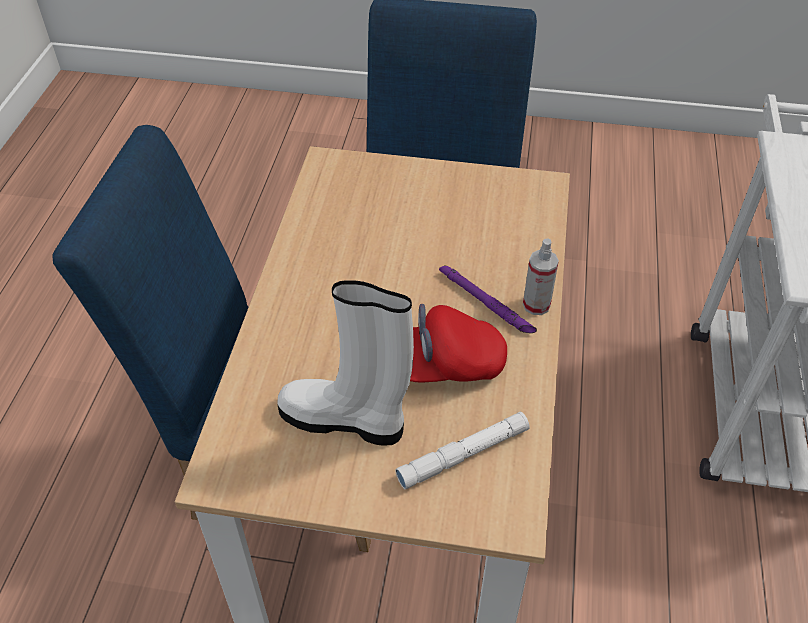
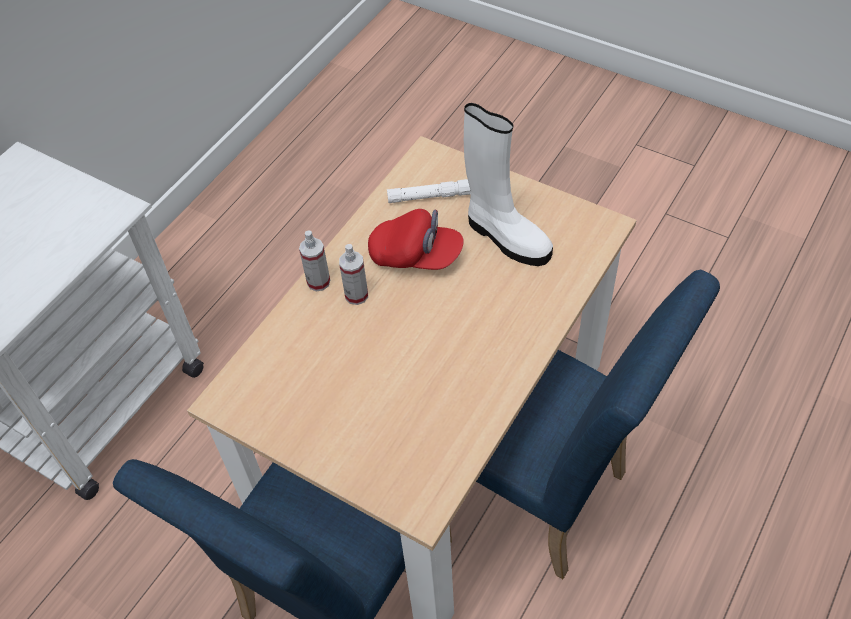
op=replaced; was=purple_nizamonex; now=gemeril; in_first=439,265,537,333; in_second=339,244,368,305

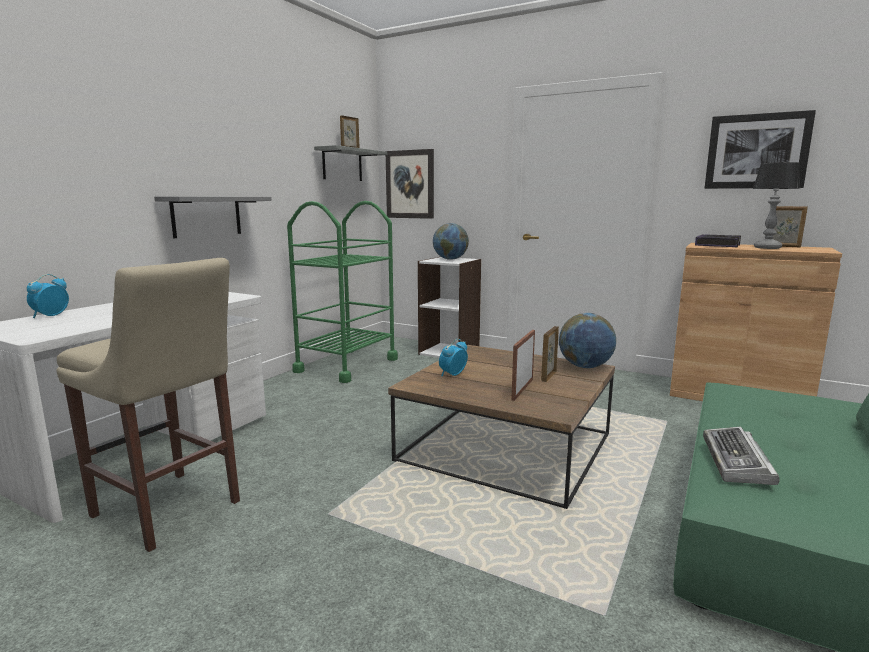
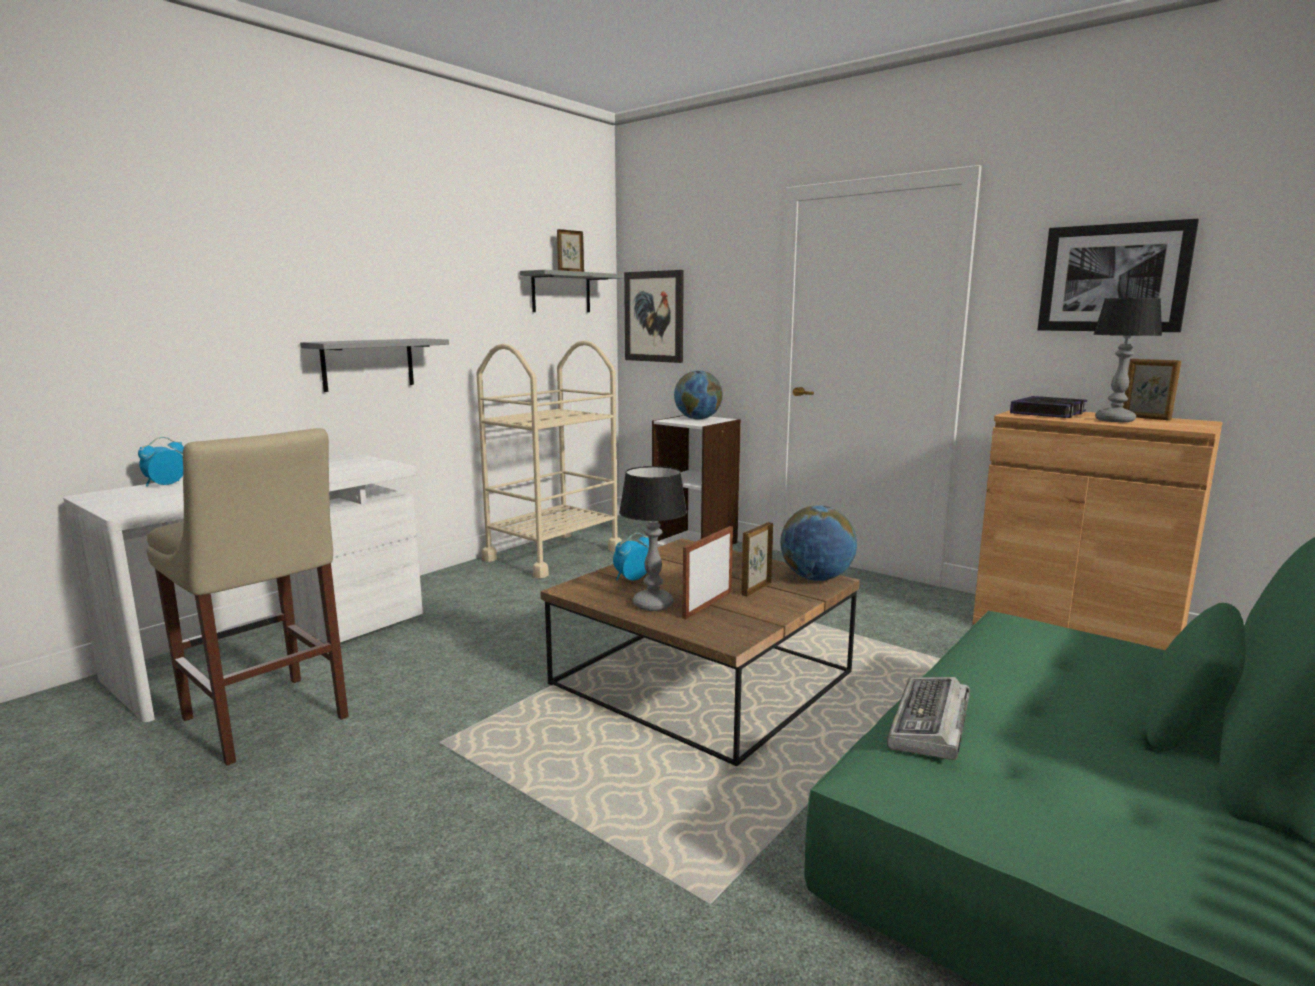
op=recoloured; was=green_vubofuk; now=beige_vubofuk; in_first=287,201,398,383; in_second=476,340,622,578
op=added; now=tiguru; in_second=619,466,687,611

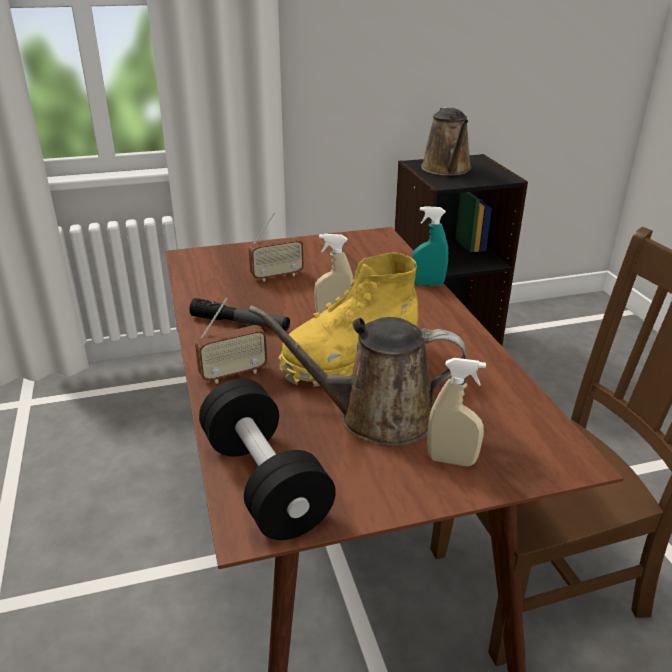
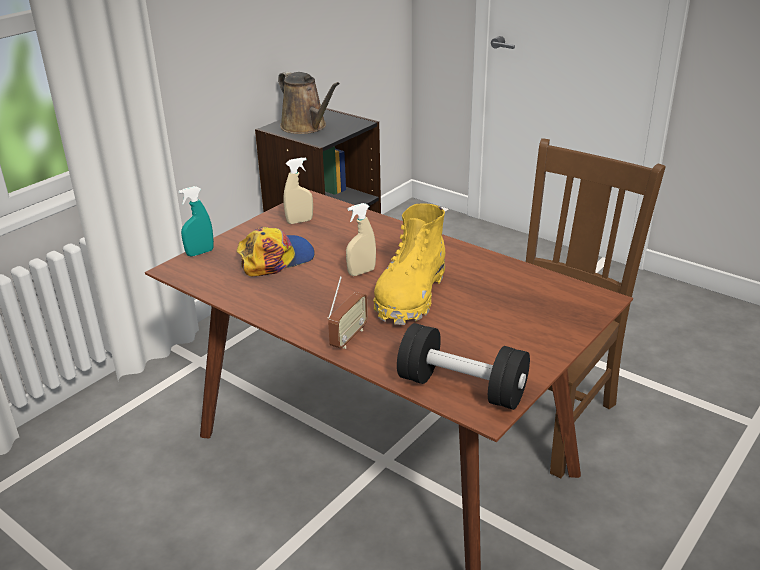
op=moved; was=turquoise_gemeril; in_first=412,206,448,286; in_second=178,186,214,256
op=replaced; was=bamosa; now=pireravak; in_first=249,213,304,282; in_second=237,227,315,276
op=moved; was=beige_gemeril; in_first=427,358,486,466; in_second=283,157,313,224
op=removed; was=nizamonex; in_first=189,298,290,331
op=removed; was=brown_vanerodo; in_first=248,305,466,447

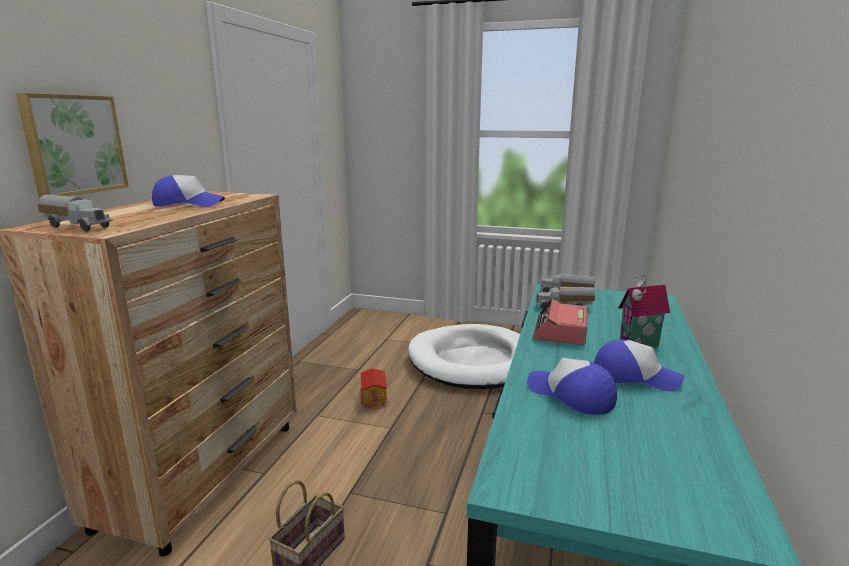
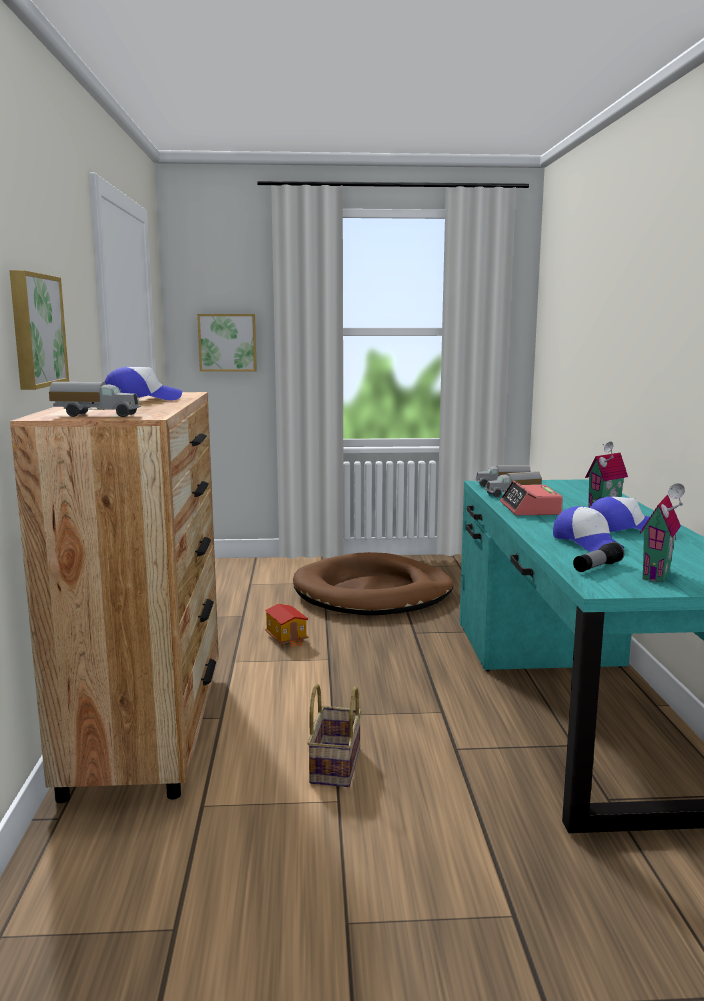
op=added; now=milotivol; in_second=197,314,257,372
op=recoloured; was=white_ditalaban; now=brown_ditalaban; in_first=408,324,520,389; in_second=293,552,454,615
op=turned; was=pireravak; in_first=527,358,617,415; in_second=553,506,624,552; clockwise=-135
op=added; now=nizamonex; in_second=573,542,624,572
op=added; now=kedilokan; in_second=639,483,685,582

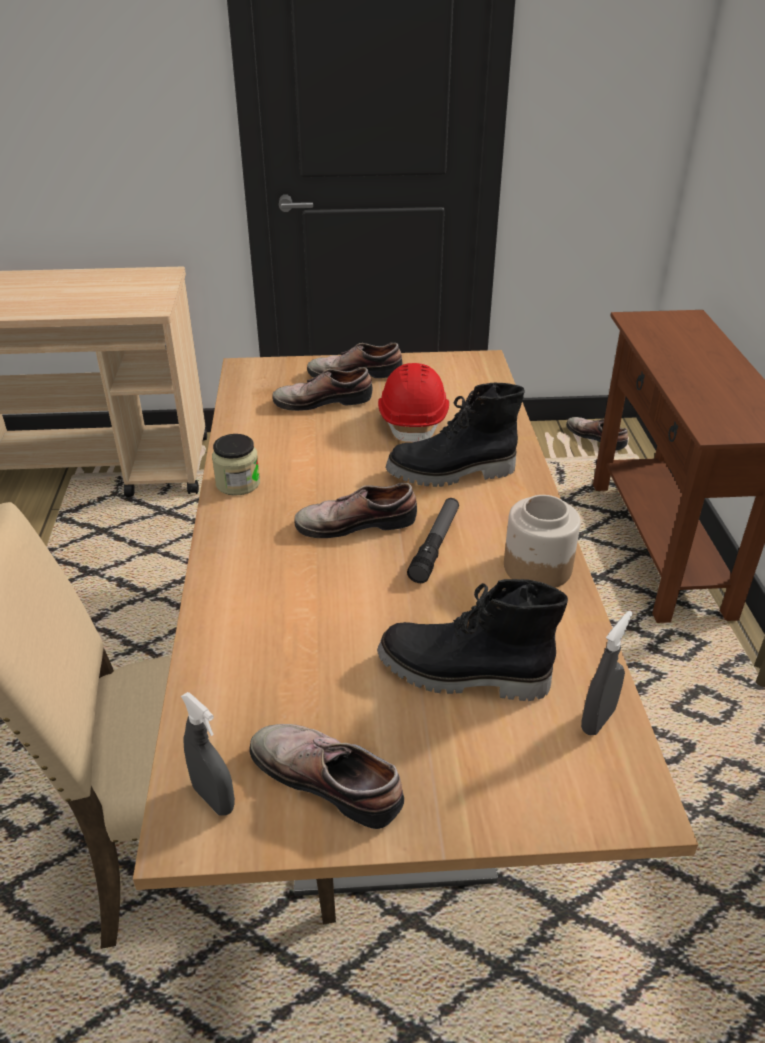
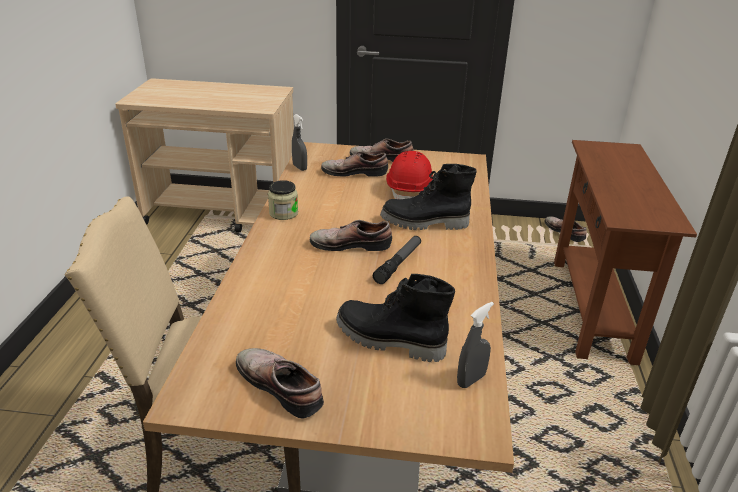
op=moved; was=grey_gemeril; in_first=181,692,235,816; in_second=292,114,307,171
op=removed; was=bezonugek; in_first=504,495,581,588

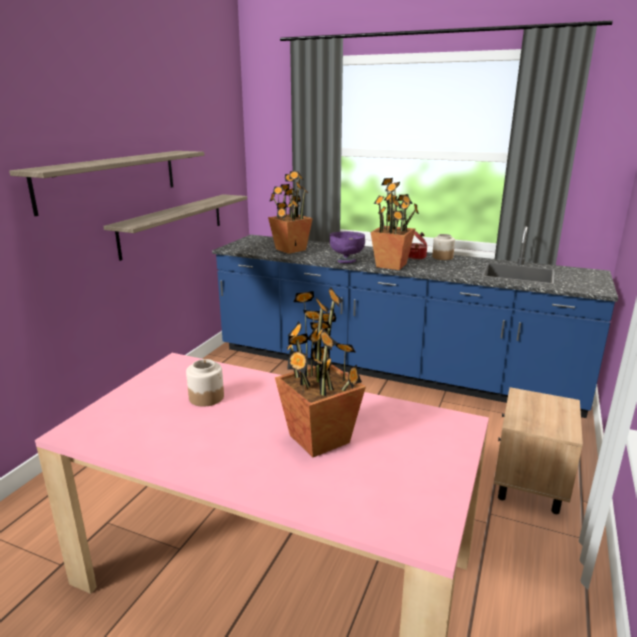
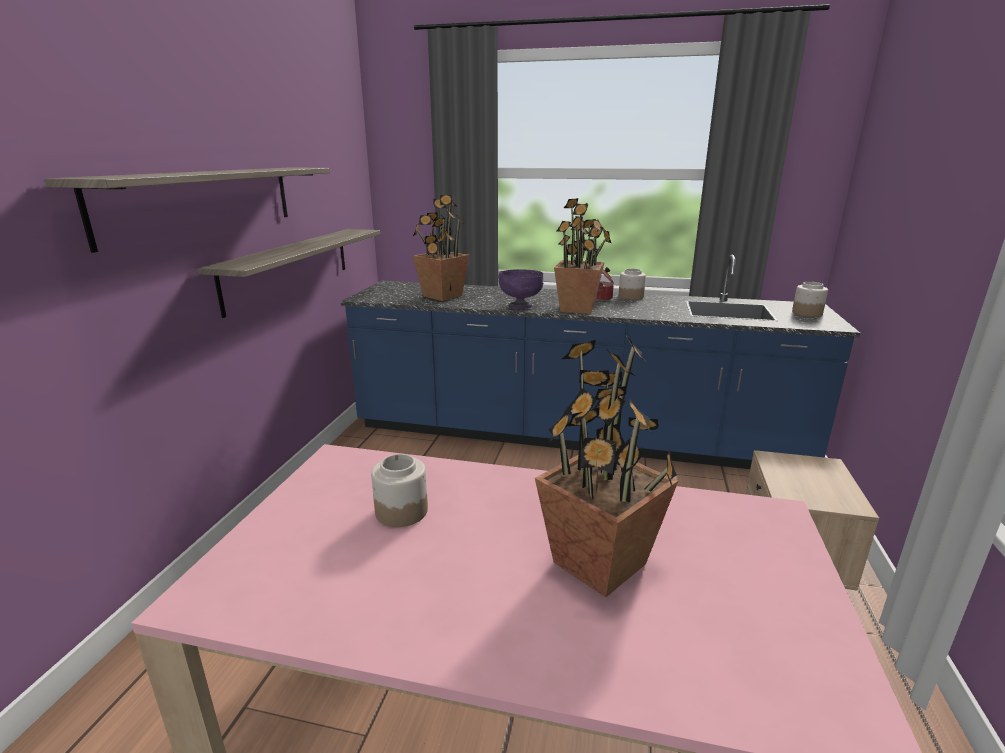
op=added; now=bezonugek; in_second=792,282,828,317

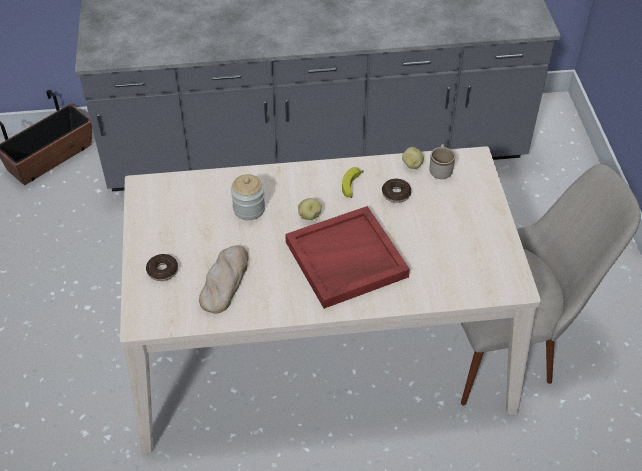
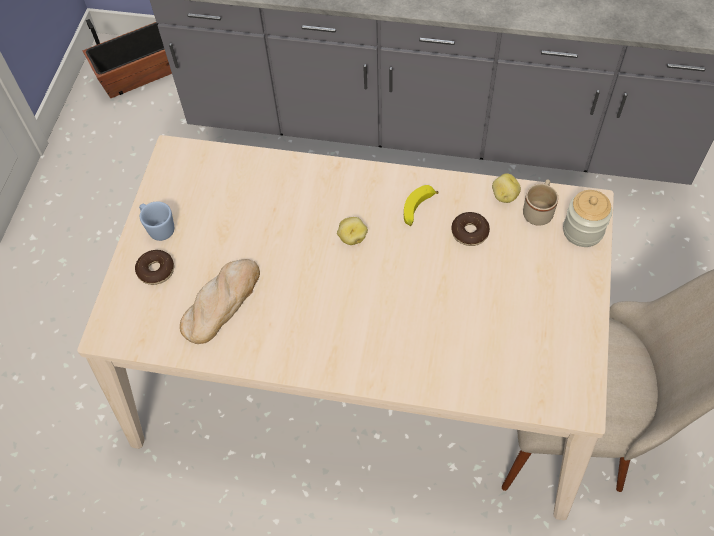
op=added; now=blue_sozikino; in_second=139,201,174,241
op=moved; was=bezonugek; in_first=231,174,265,220; in_second=563,190,612,247
op=removed; was=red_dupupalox; in_first=285,206,410,309

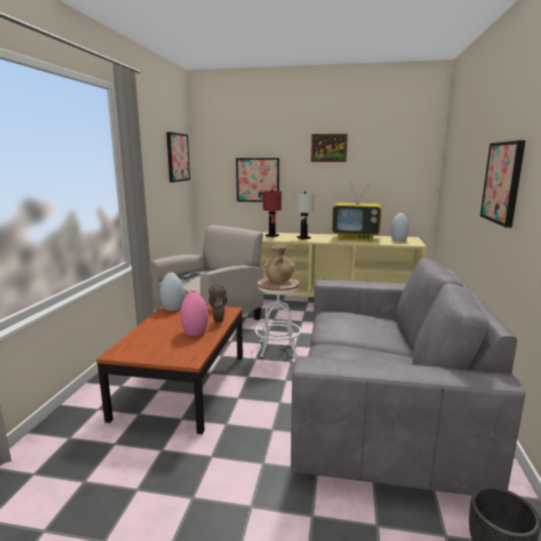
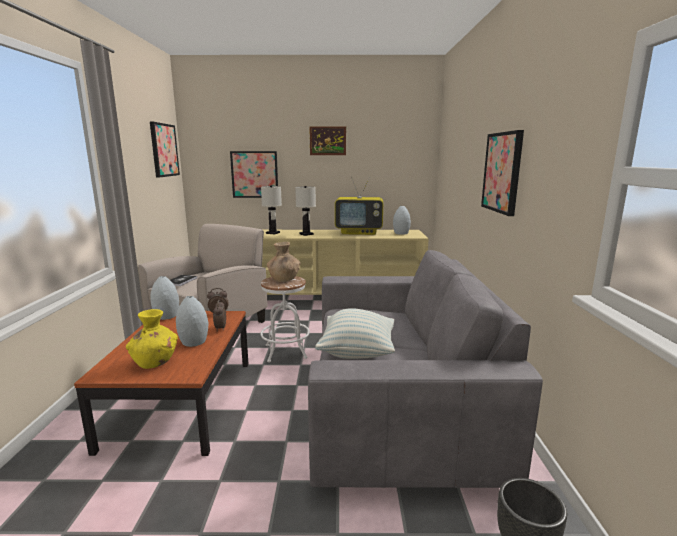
op=added; now=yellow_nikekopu; in_second=126,309,178,369
op=recoloured; was=pink_nikekopu; now=grey_nikekopu; in_first=180,291,208,336; in_second=176,296,208,347
op=recoloured; was=red_tiguru; now=white_tiguru; in_first=263,191,282,237; in_second=261,186,282,235
op=added; now=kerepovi; in_second=315,308,395,359

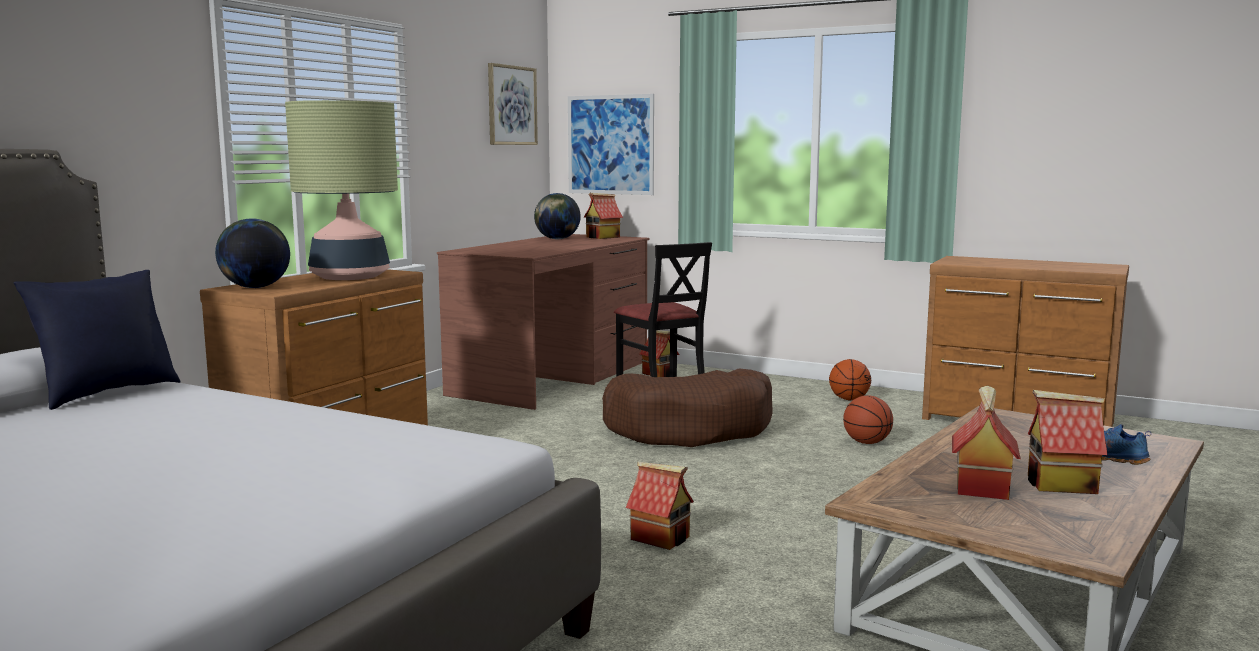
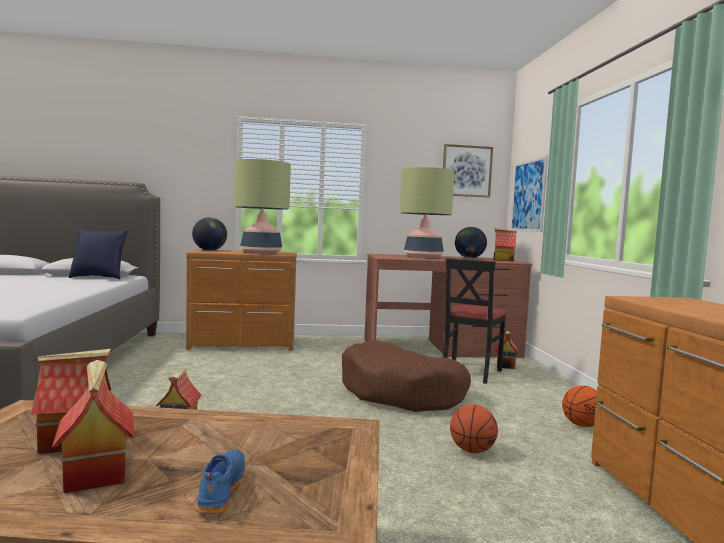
op=added; now=tiguru; in_second=400,167,454,258

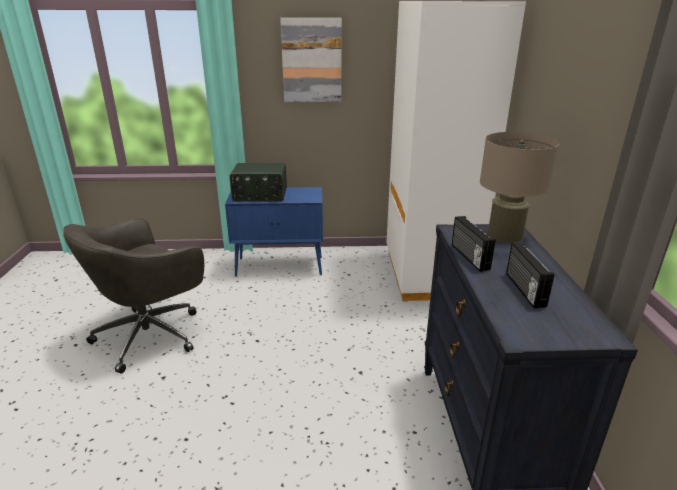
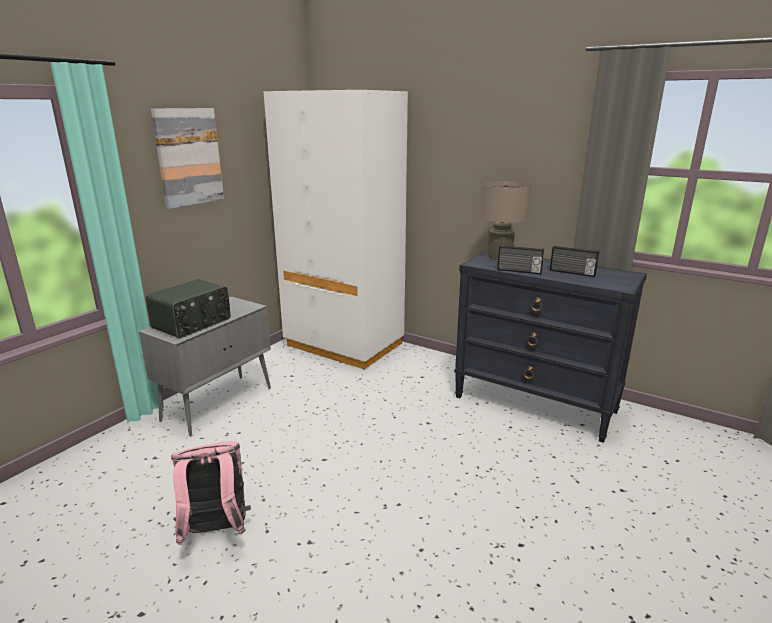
op=recoloured; was=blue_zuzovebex; now=grey_zuzovebex; in_first=225,187,323,277; in_second=139,297,271,436
op=replaced; was=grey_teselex; now=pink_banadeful; in_first=63,218,204,374; in_second=171,441,251,545

